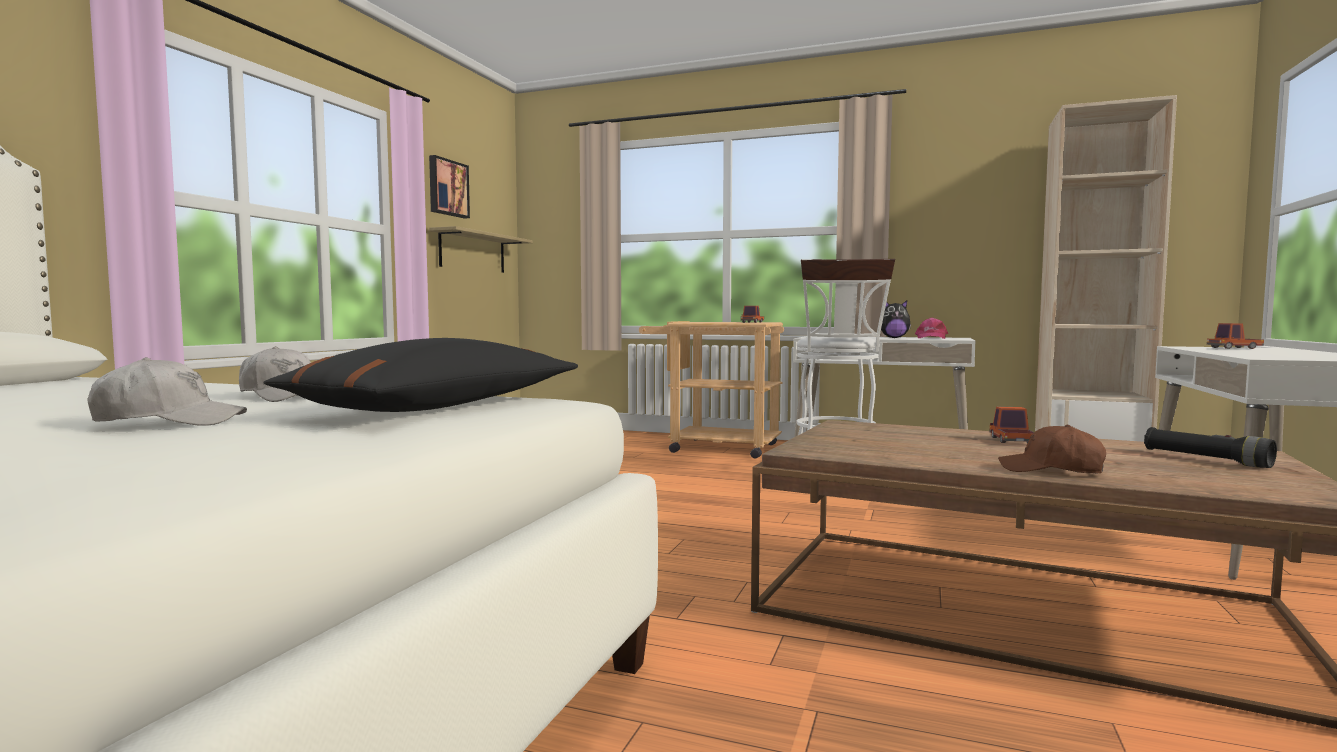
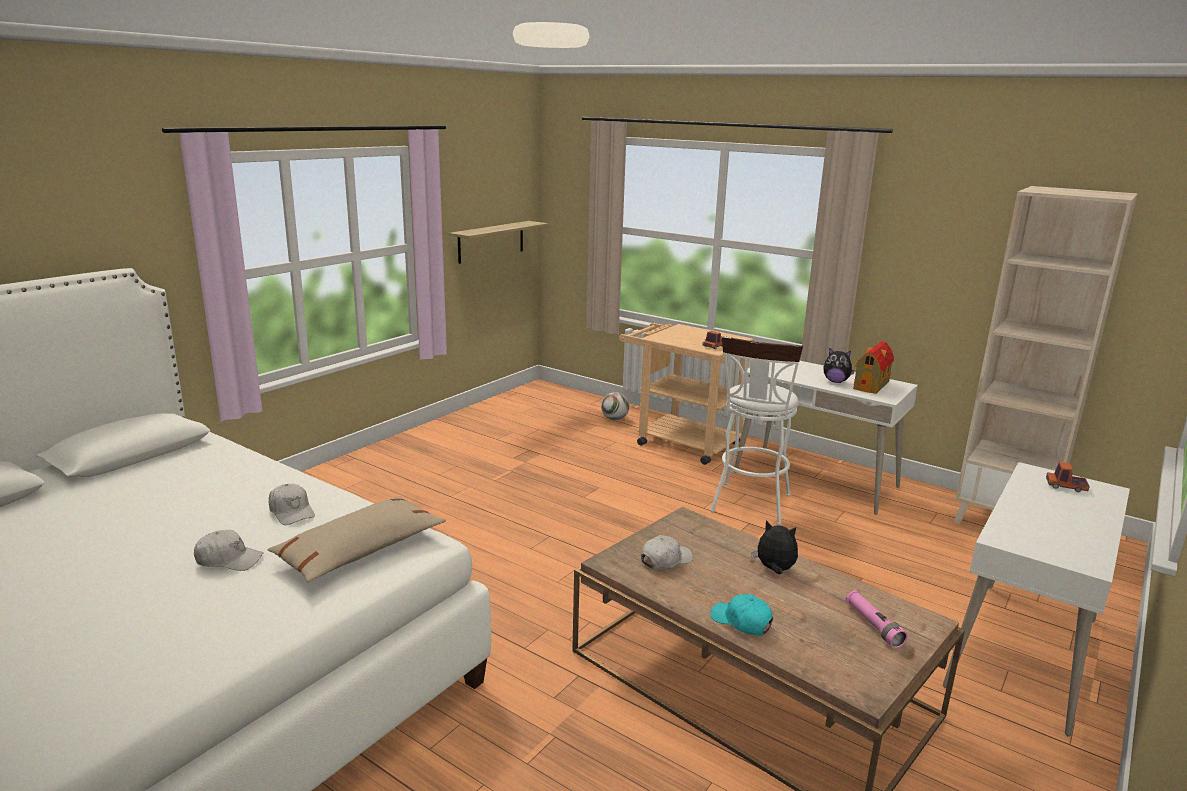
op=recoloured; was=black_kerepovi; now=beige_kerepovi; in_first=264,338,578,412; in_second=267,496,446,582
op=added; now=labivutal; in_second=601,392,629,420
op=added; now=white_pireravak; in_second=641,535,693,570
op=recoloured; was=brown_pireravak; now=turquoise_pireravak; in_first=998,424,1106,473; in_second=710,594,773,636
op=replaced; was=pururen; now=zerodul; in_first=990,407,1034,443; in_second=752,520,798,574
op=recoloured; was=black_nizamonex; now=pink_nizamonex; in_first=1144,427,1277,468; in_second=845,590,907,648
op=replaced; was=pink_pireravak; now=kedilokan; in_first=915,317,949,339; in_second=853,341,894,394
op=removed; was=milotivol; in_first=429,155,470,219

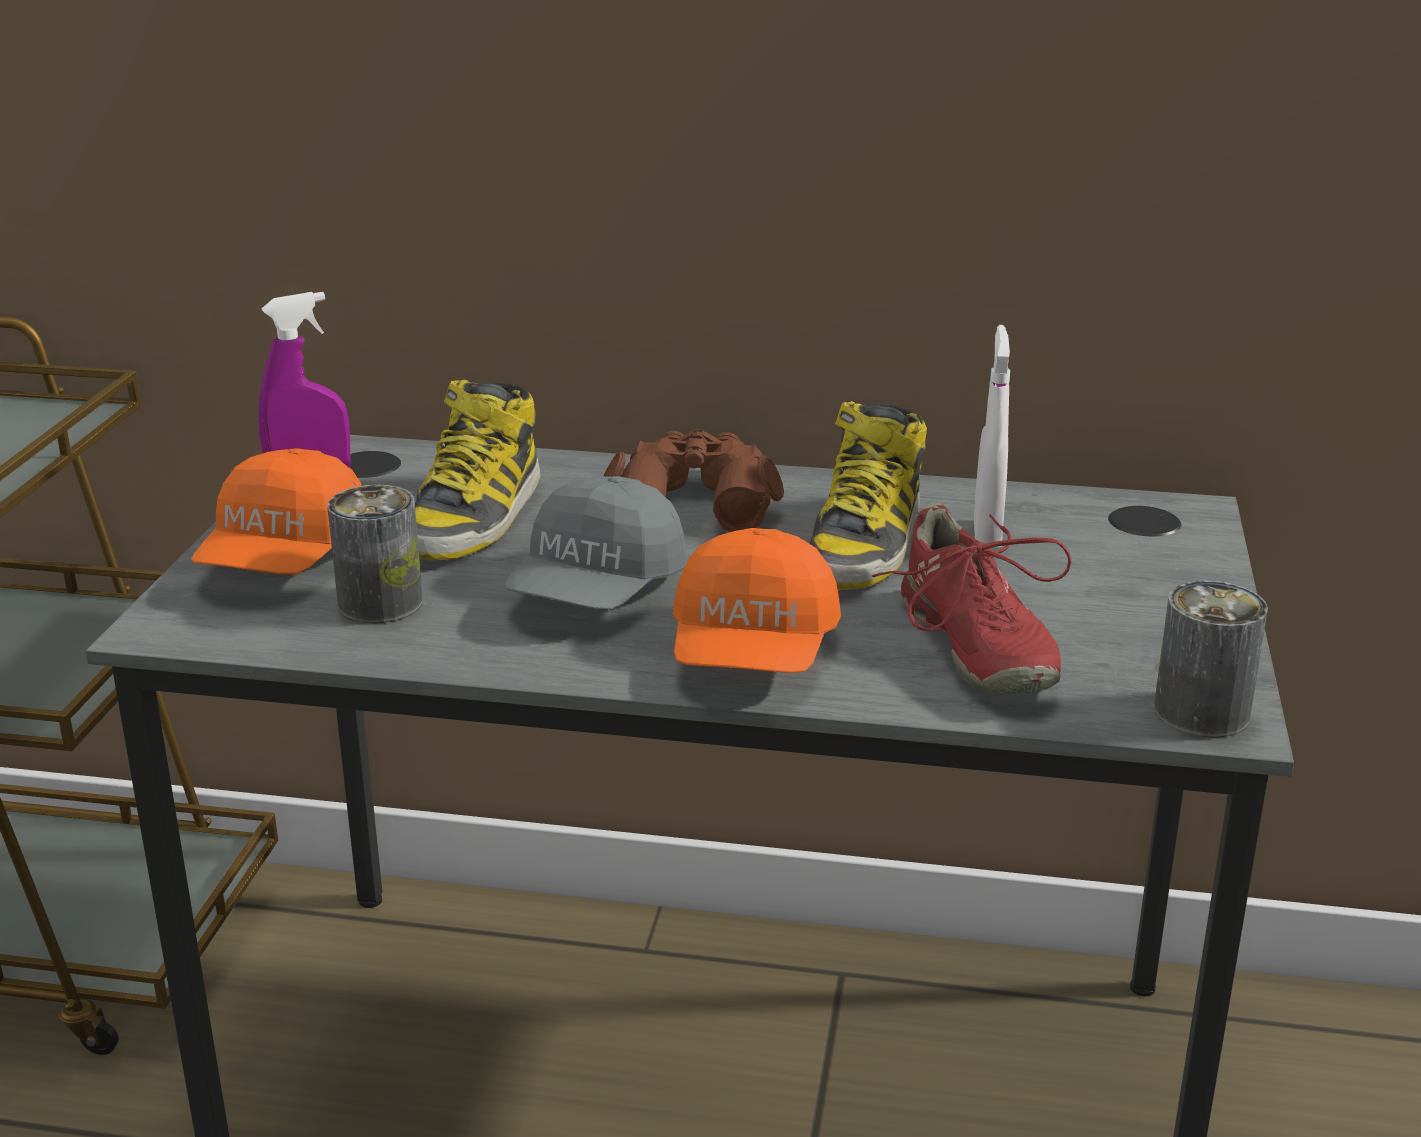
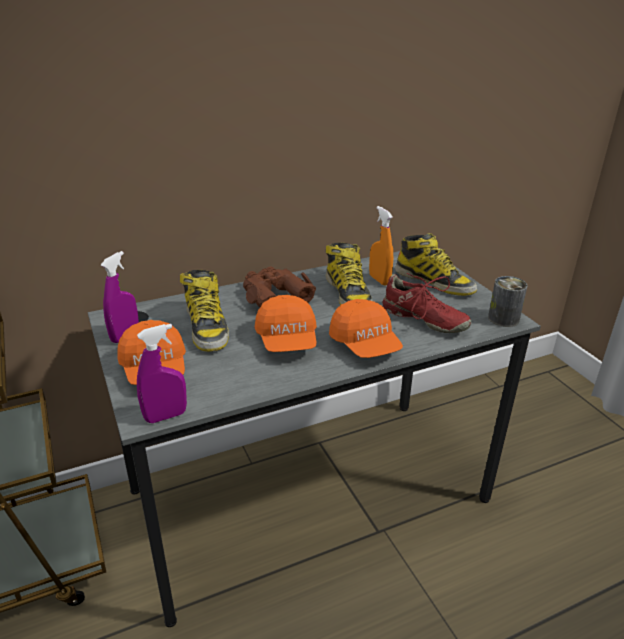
op=added; now=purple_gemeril; in_second=137,324,187,423
op=recoloured; was=grey_pireravak; now=orange_pireravak; in_first=504,476,687,610; in_second=254,295,317,352
op=recoloured; was=white_gemeril; now=orange_gemeril; in_first=974,325,1010,551; in_second=369,206,393,286
op=added; now=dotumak; in_second=395,233,477,296
op=removed; was=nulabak; in_first=327,485,423,623

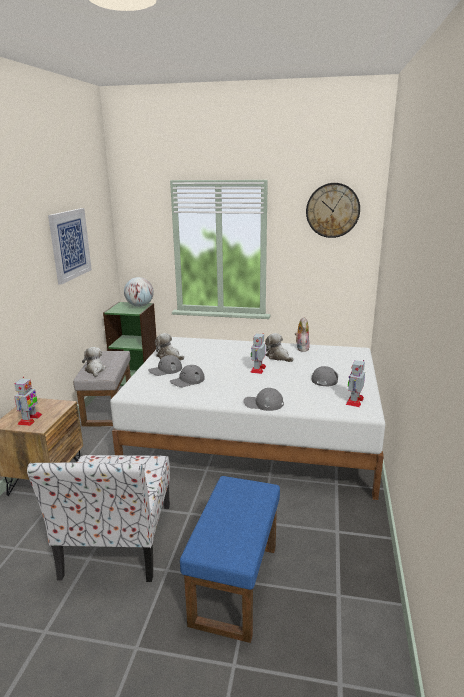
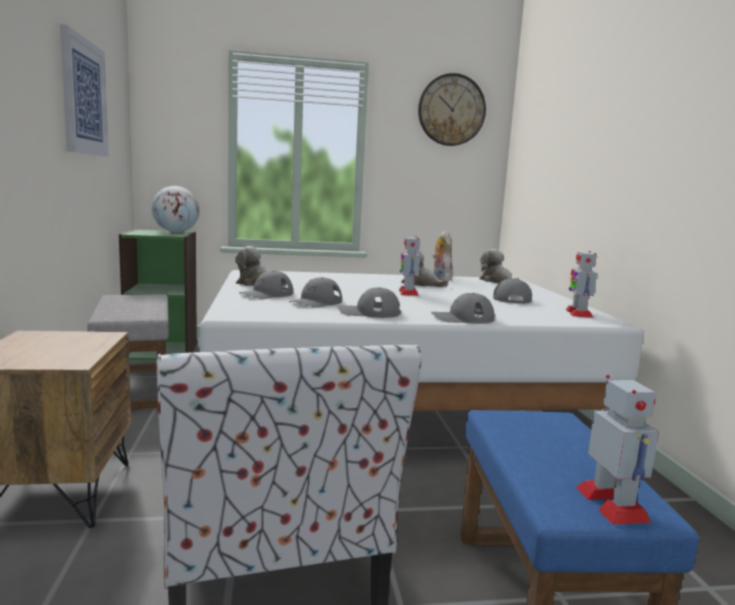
op=added; now=grey_pireravak; in_second=338,287,401,318
op=moved; was=zerodul; in_first=82,347,106,377; in_second=479,249,520,283
op=moved; was=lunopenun; in_first=14,377,42,426; in_second=576,375,659,524

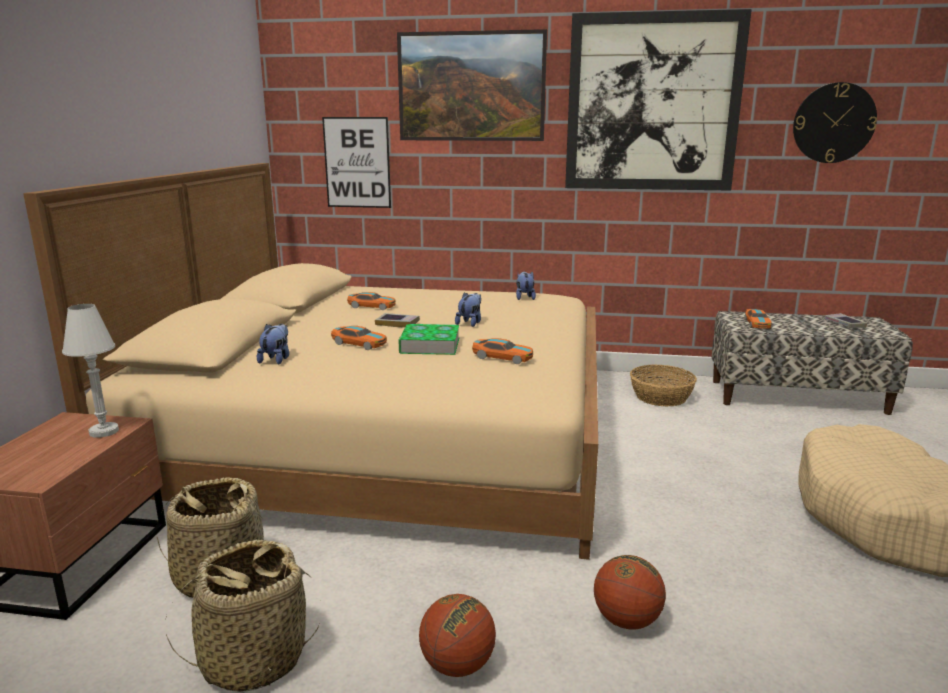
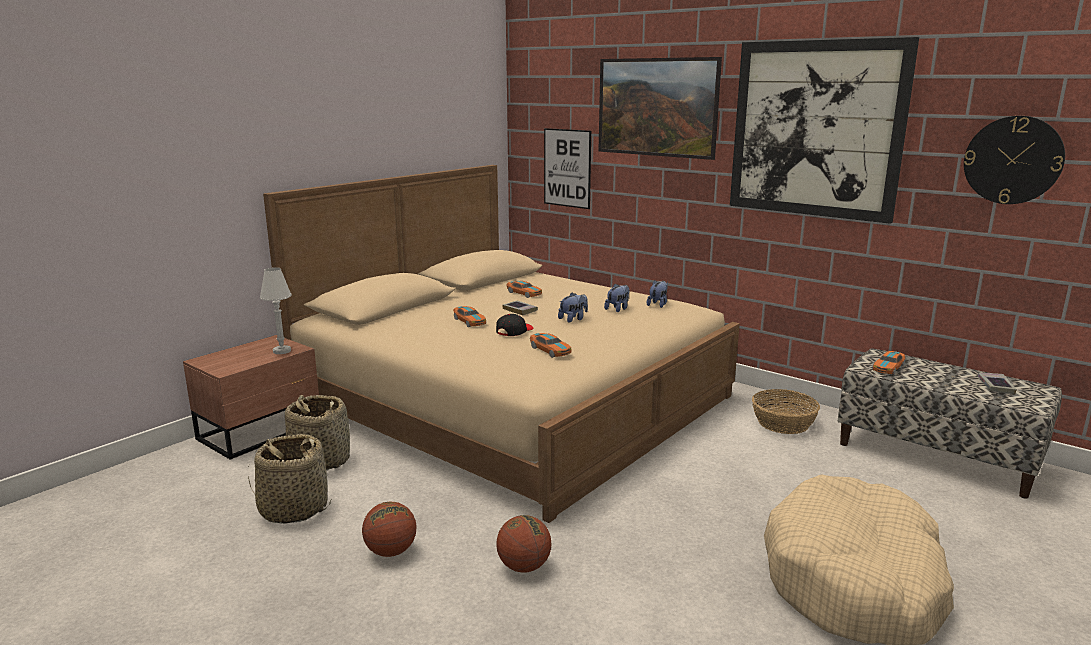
op=replaced; was=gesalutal; now=black_pireravak; in_first=398,324,459,355; in_second=496,314,533,336
op=moved; was=zerodul; in_first=257,324,289,365; in_second=604,284,629,312

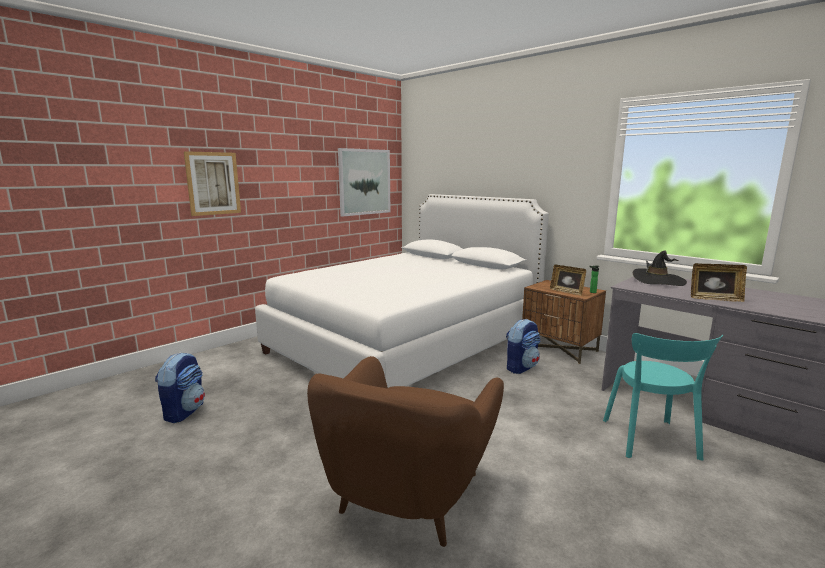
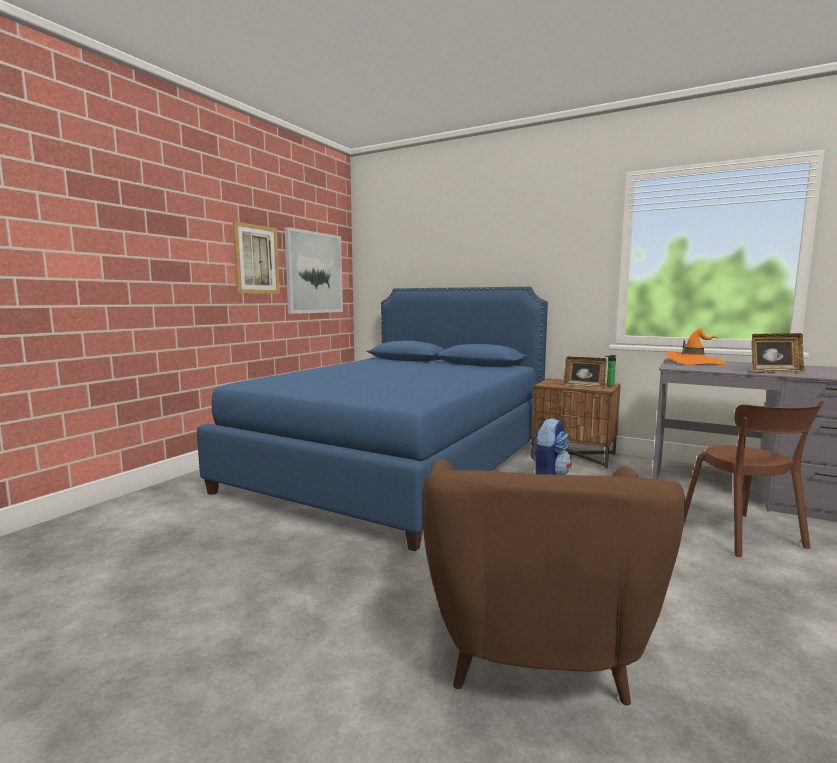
op=recoloured; was=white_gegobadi; now=blue_gegobadi; in_first=255,194,549,388; in_second=197,287,548,551
op=moved; was=milotivol; in_first=184,151,241,216; in_second=233,221,280,294
op=recoloured; was=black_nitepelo; now=orange_nitepelo; in_first=633,250,687,286; in_second=666,328,726,365
op=recoloured; was=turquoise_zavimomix; now=brown_zavimomix; in_first=603,333,723,460; in_second=684,401,825,557
op=removed; was=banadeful; in_first=155,352,205,423

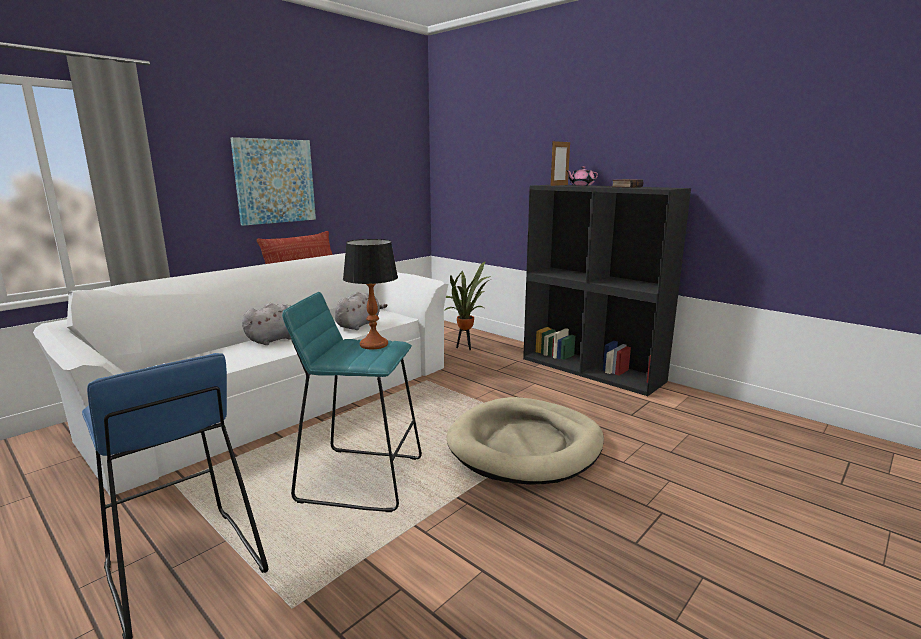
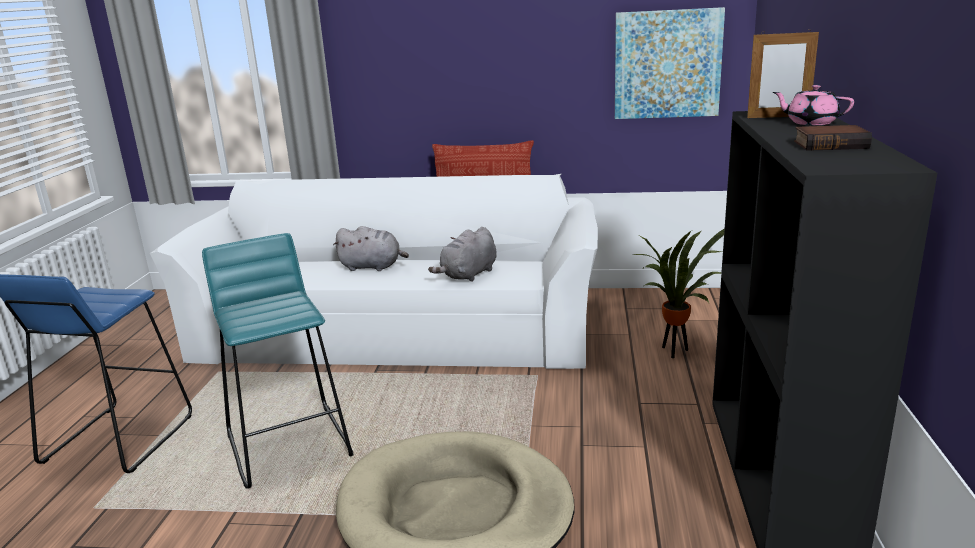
op=turned; was=grey_zerodul; in_first=335,292,387,330; in_second=428,227,497,282; clockwise=135
op=moved; was=milotivol; in_first=230,137,316,226; in_second=615,7,725,119
op=removed; was=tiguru; in_first=343,239,398,349

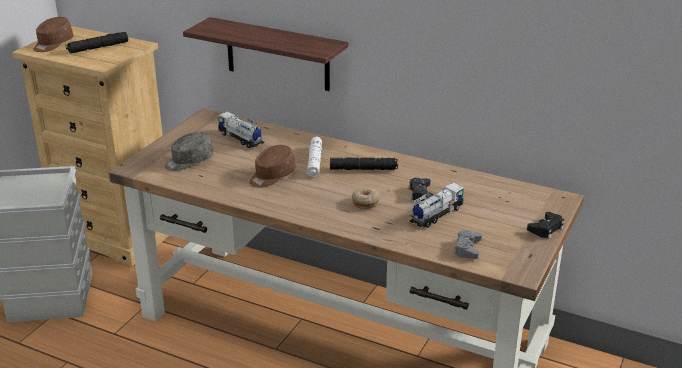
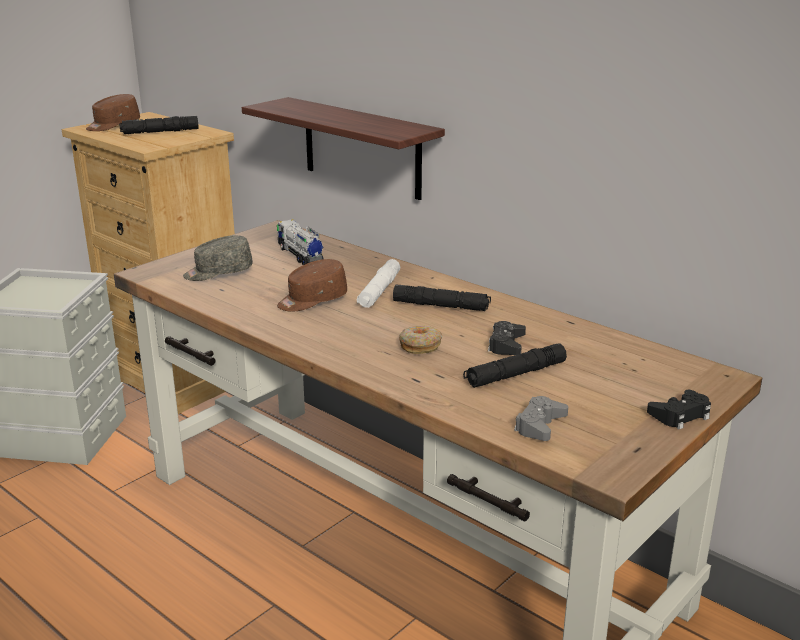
op=replaced; was=pururen; now=black_nizamonex; in_first=410,183,464,228; in_second=463,343,567,388

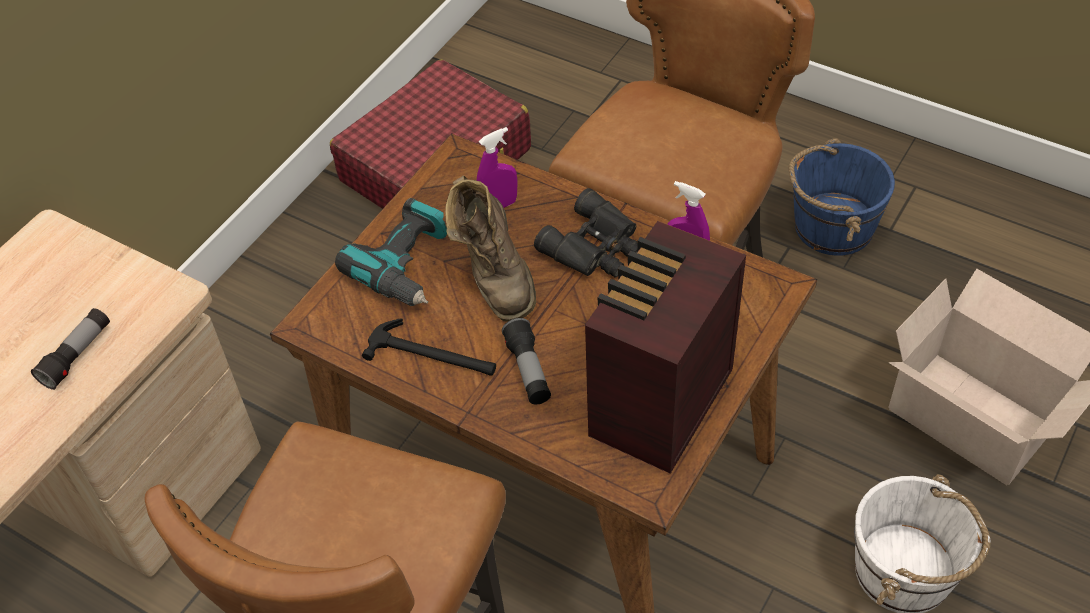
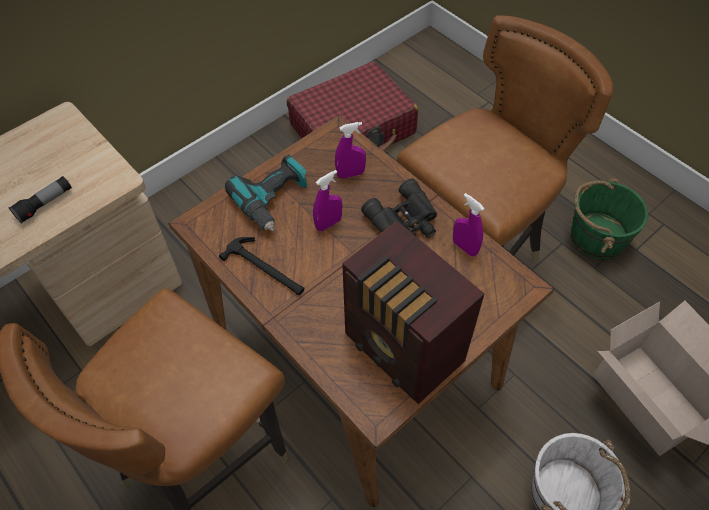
op=replaced; was=brown_dotumak; now=purple_gemeril; in_first=445,175,536,321; in_second=313,170,342,231
op=turned; was=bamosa; in_first=585,221,746,474; in_second=342,221,485,404; clockwise=-90
op=recoloured; was=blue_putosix; now=green_putosix; in_first=789,138,895,256; in_second=571,178,648,259
op=removed; was=nizamonex; in_first=502,318,551,404

